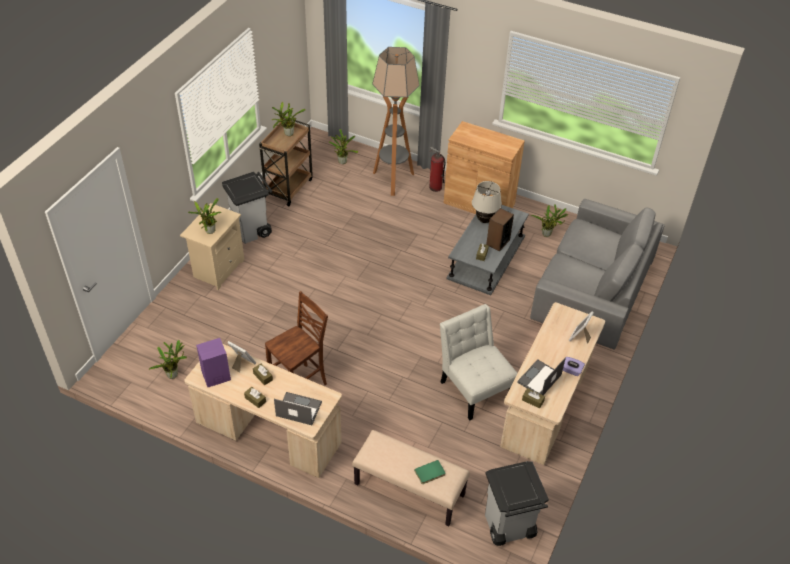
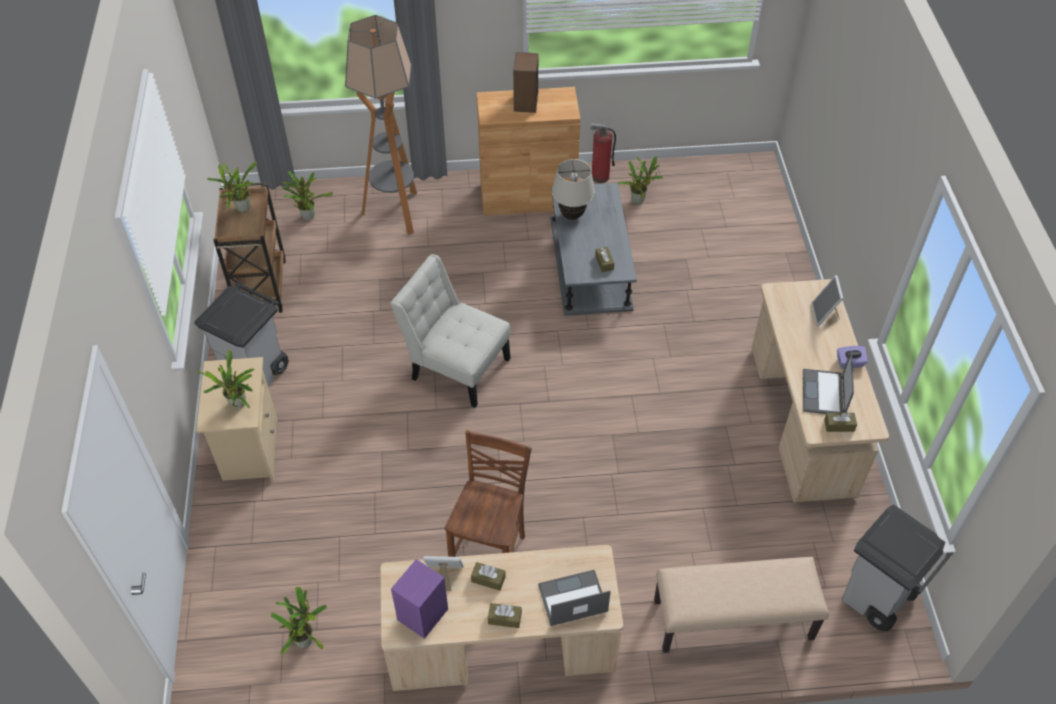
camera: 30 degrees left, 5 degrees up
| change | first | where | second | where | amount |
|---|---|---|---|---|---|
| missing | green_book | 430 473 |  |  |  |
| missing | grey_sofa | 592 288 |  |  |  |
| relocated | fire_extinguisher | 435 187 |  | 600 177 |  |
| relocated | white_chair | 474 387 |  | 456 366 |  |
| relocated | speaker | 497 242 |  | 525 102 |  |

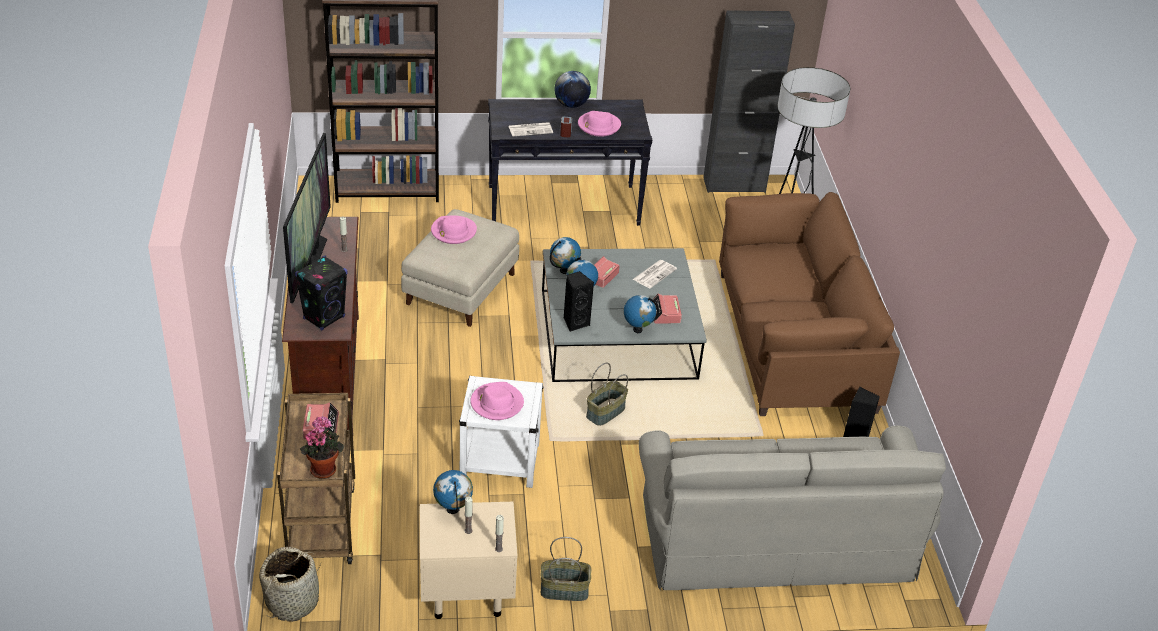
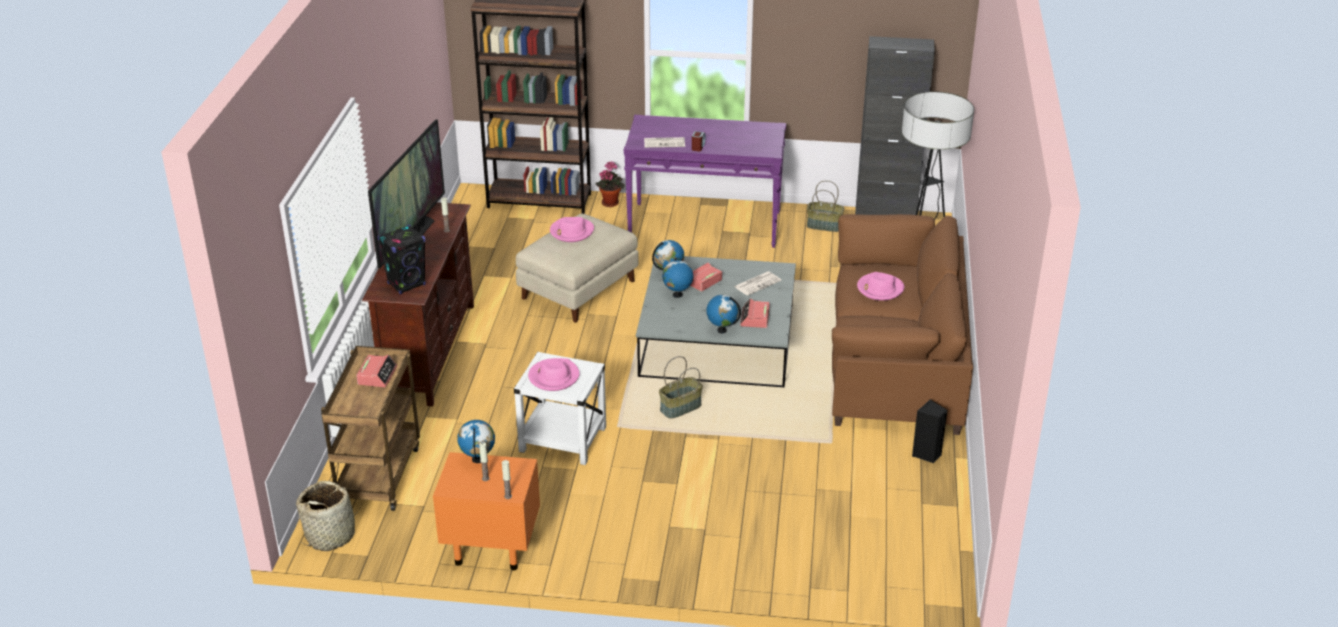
camera: 15 degrees right, 5 degrees down
| change | first | where | second | where | amount |
|---|---|---|---|---|---|
| missing | globe | 571 105 |  |  |  |
| missing | black_speaker | 575 322 |  |  |  |
| missing | grey_sofa | 776 537 |  |  |  |
| relocated | potted_plant | 323 468 |  | 610 202 |  |
| relocated | basket | 565 589 |  | 824 225 |  |
| relocated | pink_hat | 598 126 |  | 879 289 |  |
| colour | beige_nightstand | 465 593 | orange_nightstand | 490 547 |  |
| colour | black_console_table | 564 205 | purple_console_table | 705 225 |  |

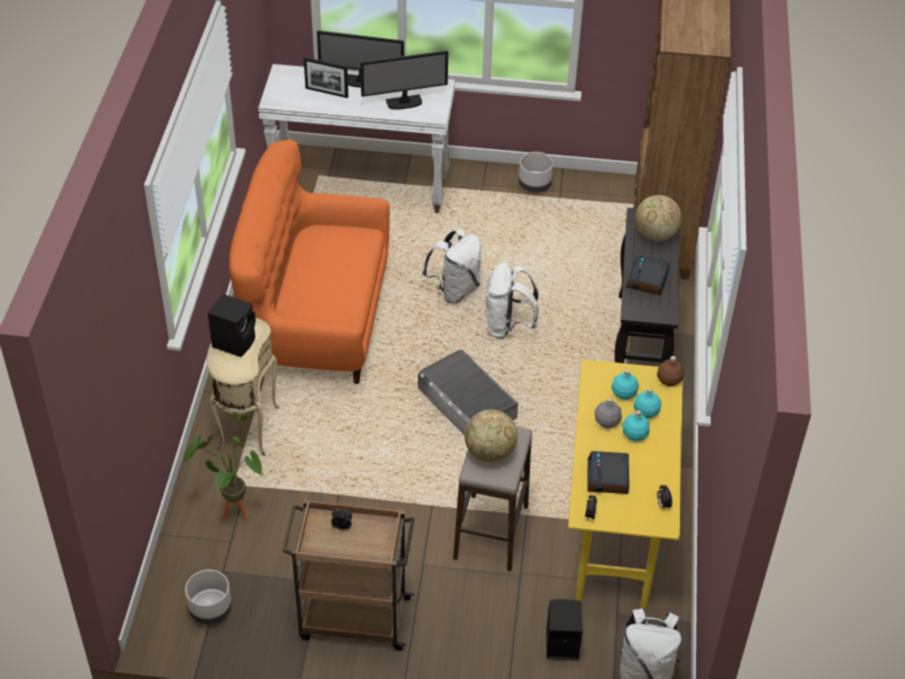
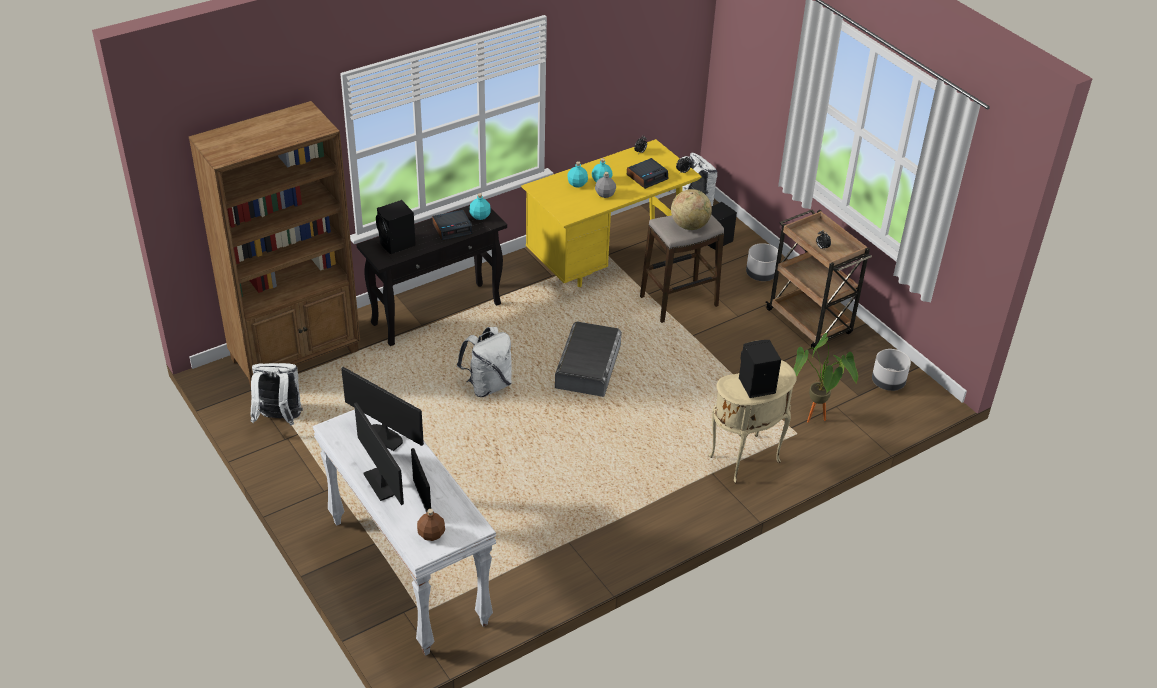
camera: 130 degrees left, 5 degrees down
| change | first | where | second | where | amount |
|---|---|---|---|---|---|
| missing | orange_sofa | 315 319 |  |  |  |
| relocated | white_backpack | 455 290 |  | 279 419 |  |
| relocated | grey_planter | 534 186 |  | 761 275 |  |
| relocated | turquoise_bottle | 624 393 |  | 480 216 |  |
| relocated | brown_bottle | 668 380 |  | 431 534 |  |
| exchanged | globe | 655 235 | black_speaker | 397 244 |  |

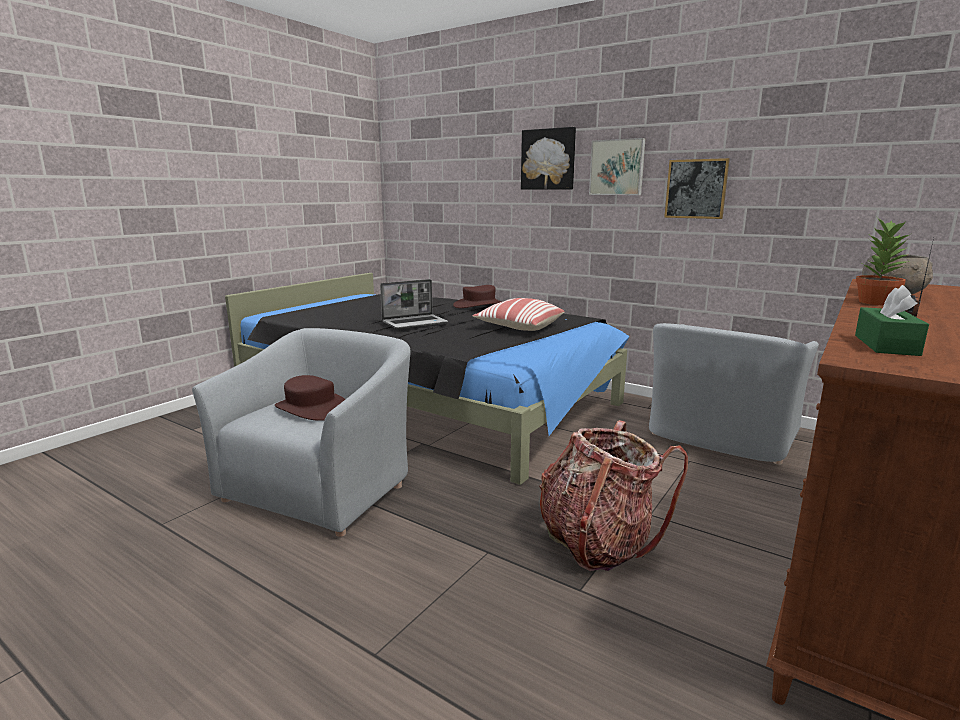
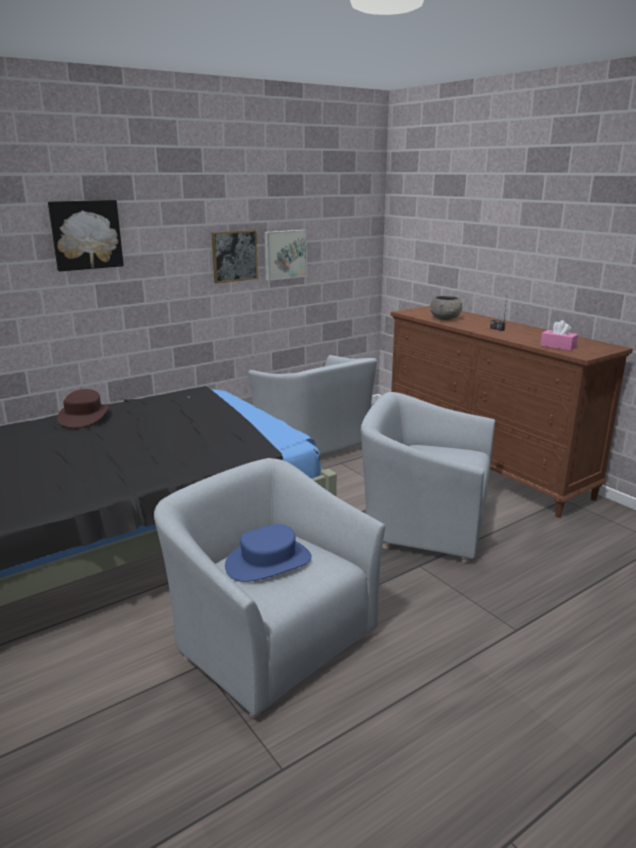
camera: 70 degrees left, 5 degrees up
| change | first | where | second | where | amount |
|---|---|---|---|---|---|
| missing | laptop | 415 323 |  |  |  |
| missing | pillow | 519 327 |  |  |  |
| missing | potted_plant | 875 302 |  |  |  |
| relocated | picture | 617 167 |  | 284 254 |  |
| exchanged | backpack | 598 542 | grey_armchair | 424 523 |  |
| colour | brown_hat | 311 408 | blue_hat | 268 562 |  |
| colour | green_tissue_box | 886 345 | pink_tissue_box | 558 346 |  |

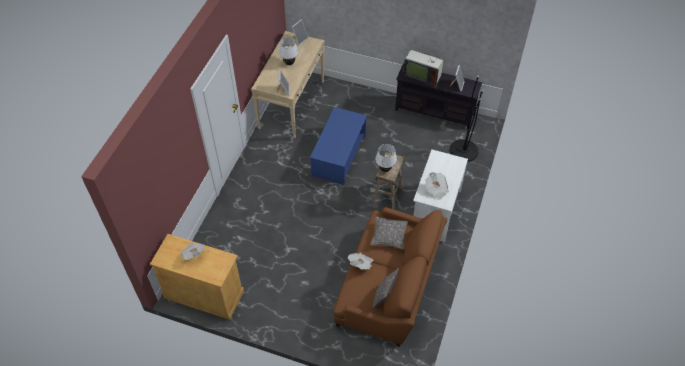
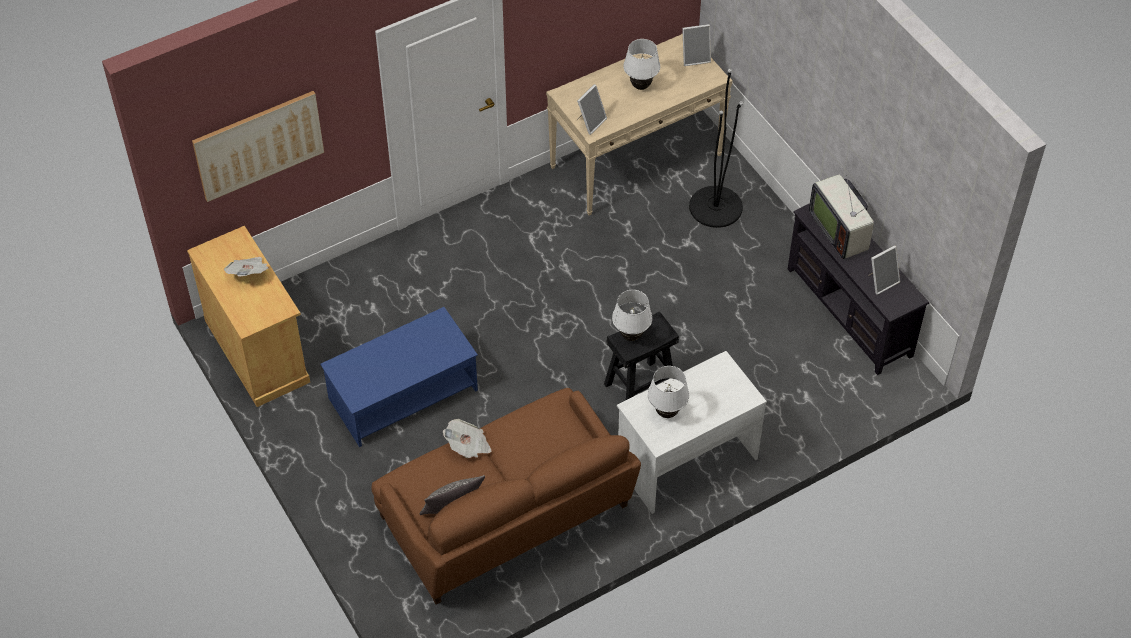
camera: 40 degrees right, 0 degrees up
| change | first | where | second | where | amount |
|---|---|---|---|---|---|
| missing | pillow | 389 236 |  |  |  |
| appeared |  |  | picture | 259 145 |  |
| relocated | blue_coffee_table | 339 156 |  | 402 394 |  |
| relocated | black_floor_lamp | 463 150 |  | 715 207 |  |
| exchanged | newspaper | 436 189 | white_table_lamp | 667 413 |  |
| colour | beige_stool | 387 194 | black_stool | 640 387 |  |

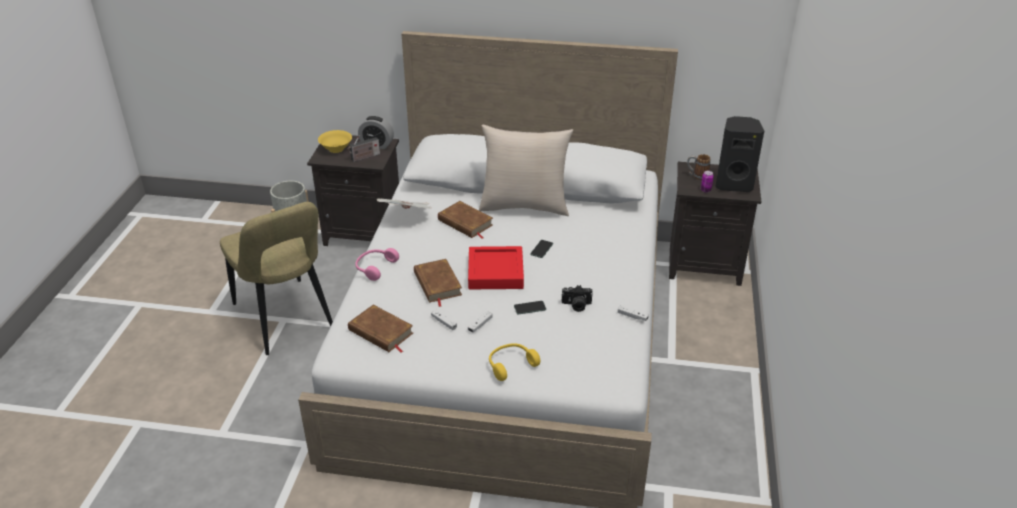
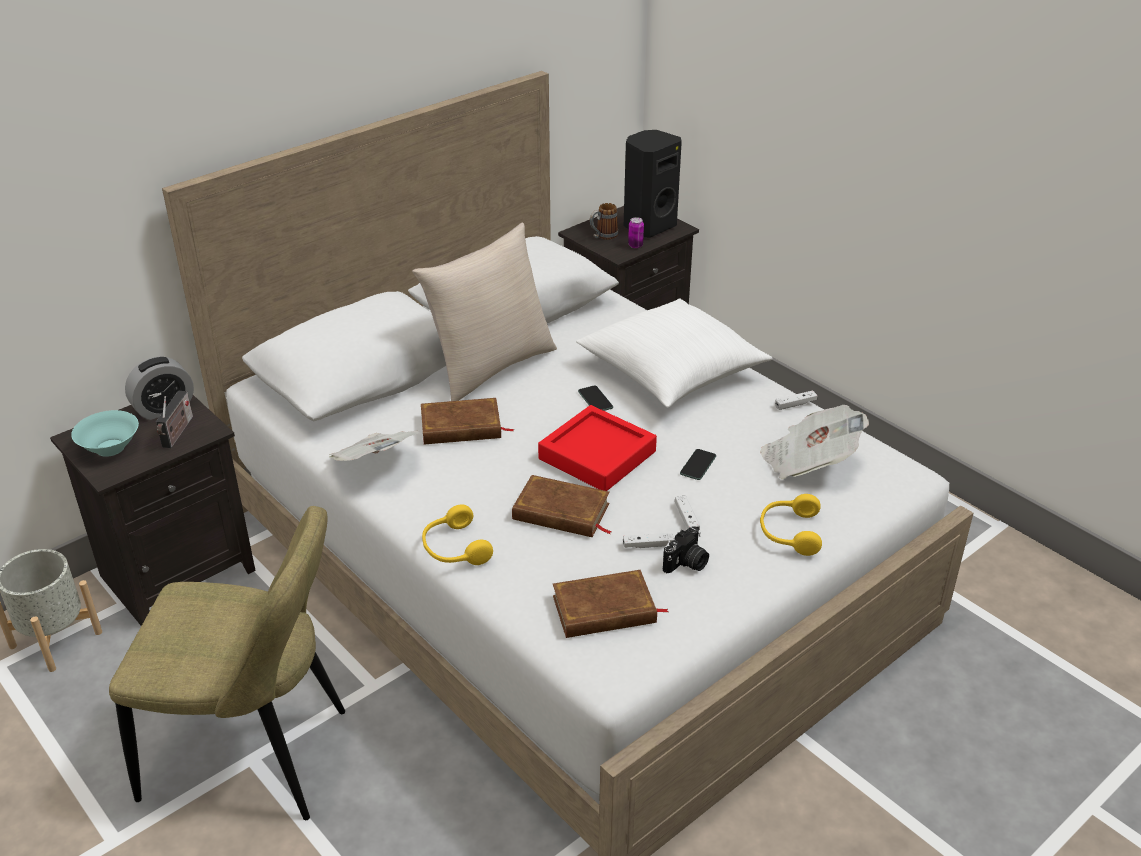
camera: 50 degrees left, 0 degrees up
| change | first | where | second | where | amount |
|---|---|---|---|---|---|
| appeared |  |  | white_pillow | 672 372 |  |
| appeared |  |  | newspaper | 809 462 |  |
| relocated | photo_camera | 576 305 |  | 686 563 |  |
| colour | yellow_bowl | 336 149 | turquoise_bowl | 109 448 |  |
| colour | pink_headphones | 375 267 | yellow_headphones | 454 548 |  |

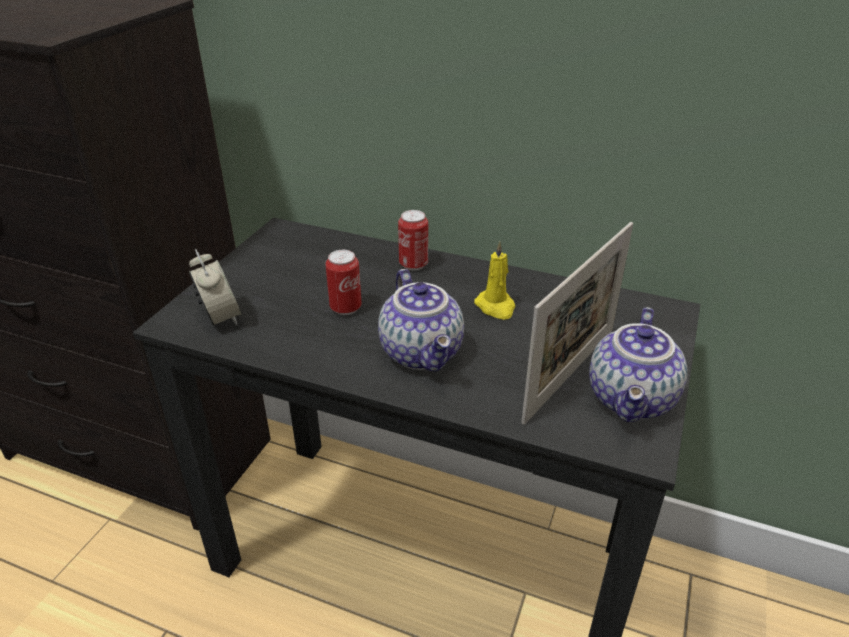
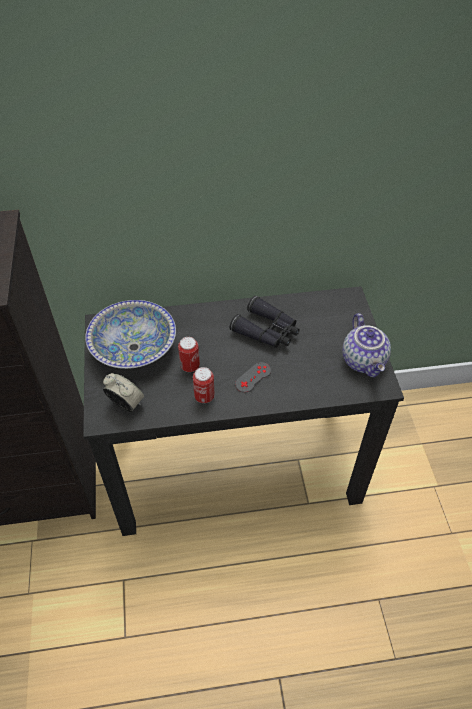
camera: 30 degrees left, 15 degrees up
| change | first | where | second | where | amount |
|---|---|---|---|---|---|
| missing | picture_frame | 570 373 |  |  |  |
| appeared |  |  | bowl | 134 348 |  |
| relocated | can | 413 264 |  | 204 396 |  |
| exchanged | teapot | 423 353 | grey_game_controller | 253 377 |  |
| exchanged | yellow_candle | 496 307 | black_binoculars | 267 331 |  |

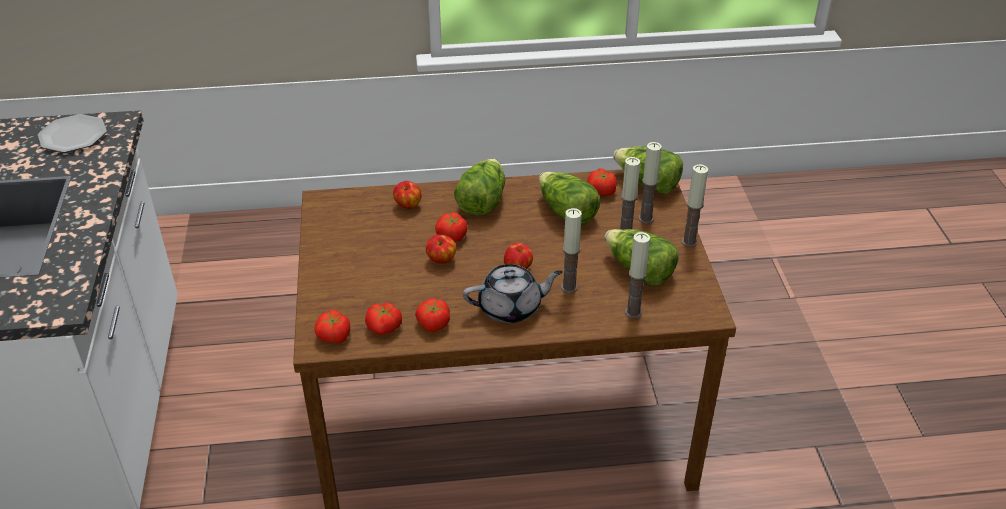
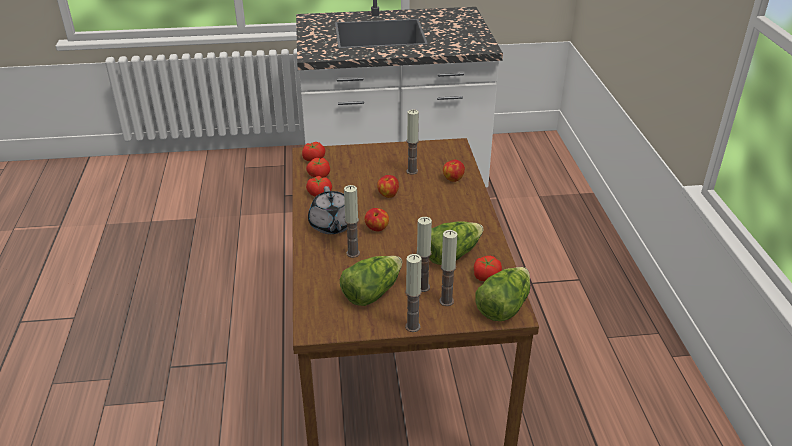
camera: 90 degrees right, 5 degrees down
| change | first | where | second | where | amount |
|---|---|---|---|---|---|
| missing | plate | 73 136 |  |  |  |
| missing | tomato | 451 236 |  |  |  |
| missing | lettuce | 481 201 |  |  |  |
| relocated | candle | 633 312 |  | 412 171 |  |

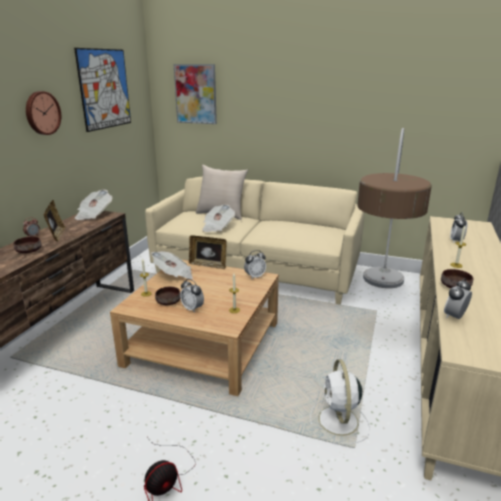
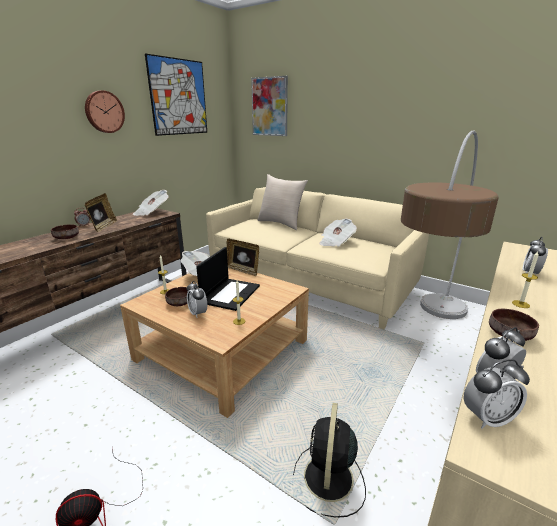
camera: 15 degrees right, 0 degrees up
| change | first | where | second | where | amount |
|---|---|---|---|---|---|
| appeared |  |  | laptop | 230 293 |  |
| relocated | newspaper | 217 227 |  | 336 242 |  |
| relocated | alarm_clock | 255 276 |  | 487 418 |  |
| colour | white_fan | 338 422 | black_fan | 328 480 |  |

